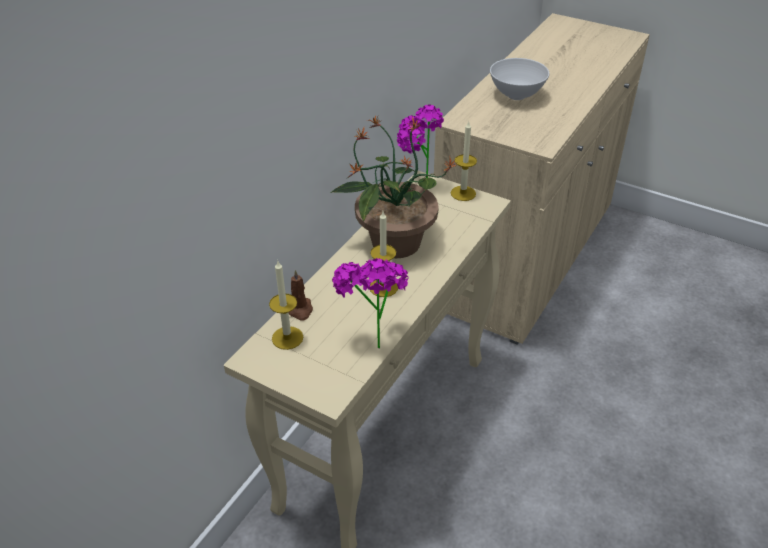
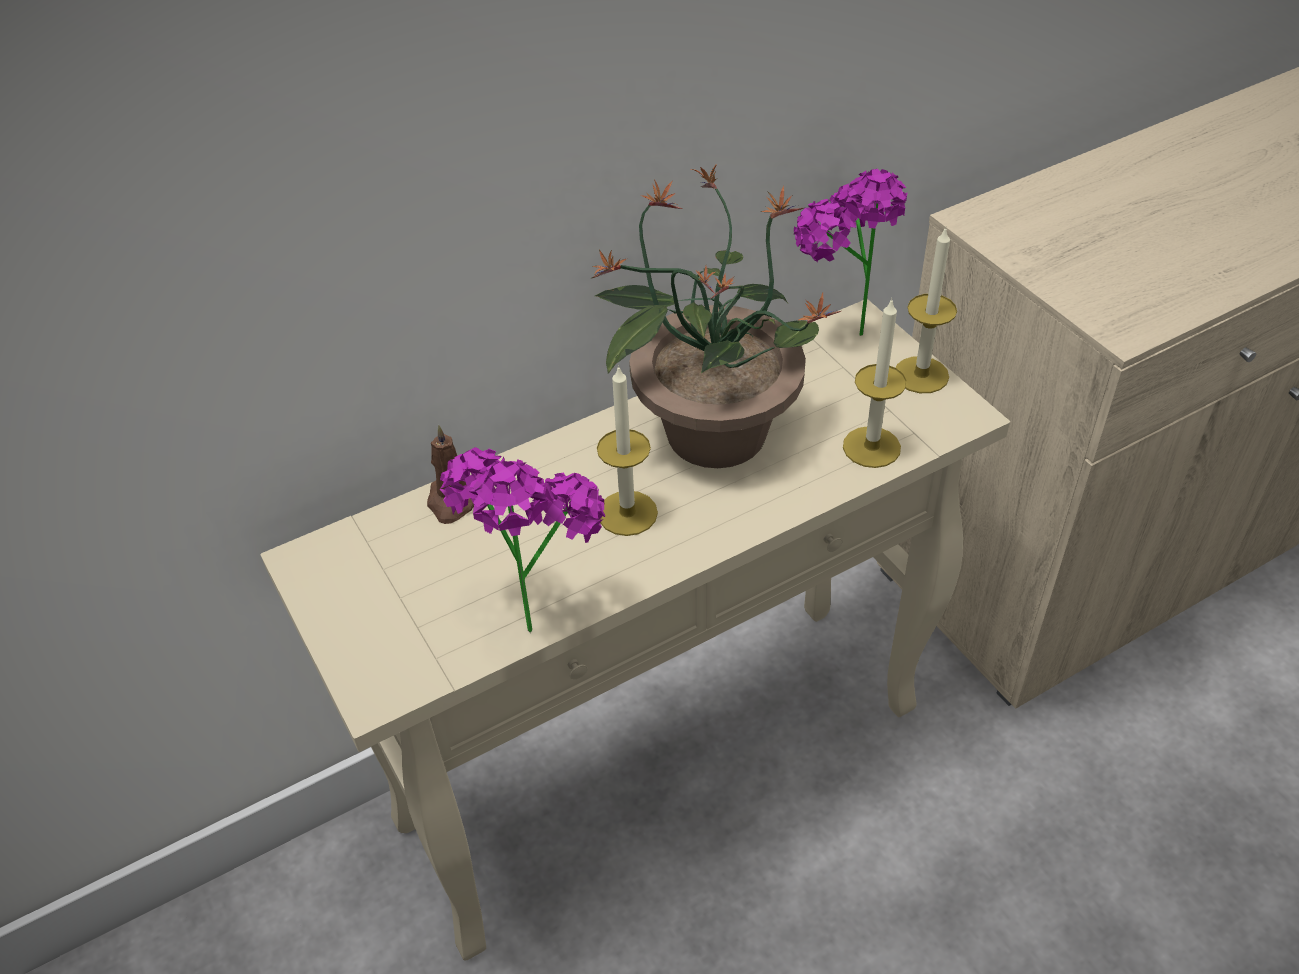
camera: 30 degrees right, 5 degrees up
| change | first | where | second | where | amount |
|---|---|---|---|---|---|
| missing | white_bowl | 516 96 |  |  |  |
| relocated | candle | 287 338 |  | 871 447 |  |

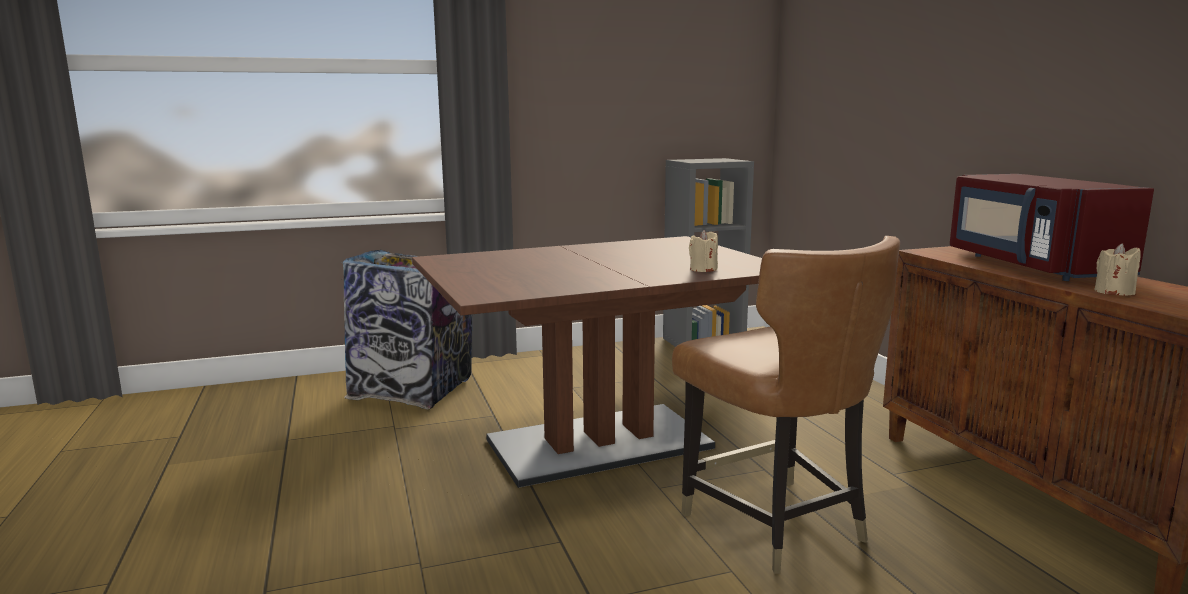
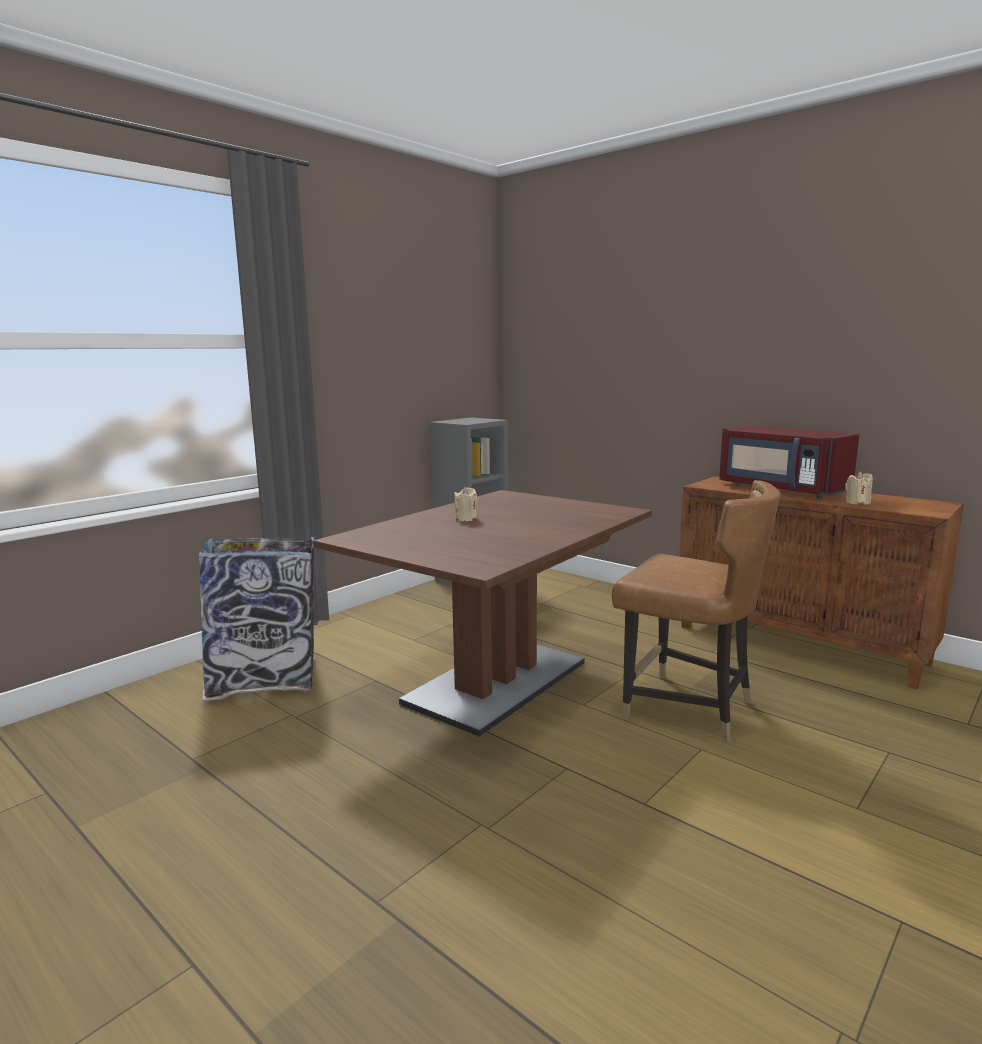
camera: 30 degrees left, 0 degrees up
| change | first | where | second | where | amount |
|---|---|---|---|---|---|
| relocated | beige_candle | 703 269 |  | 466 519 |  |

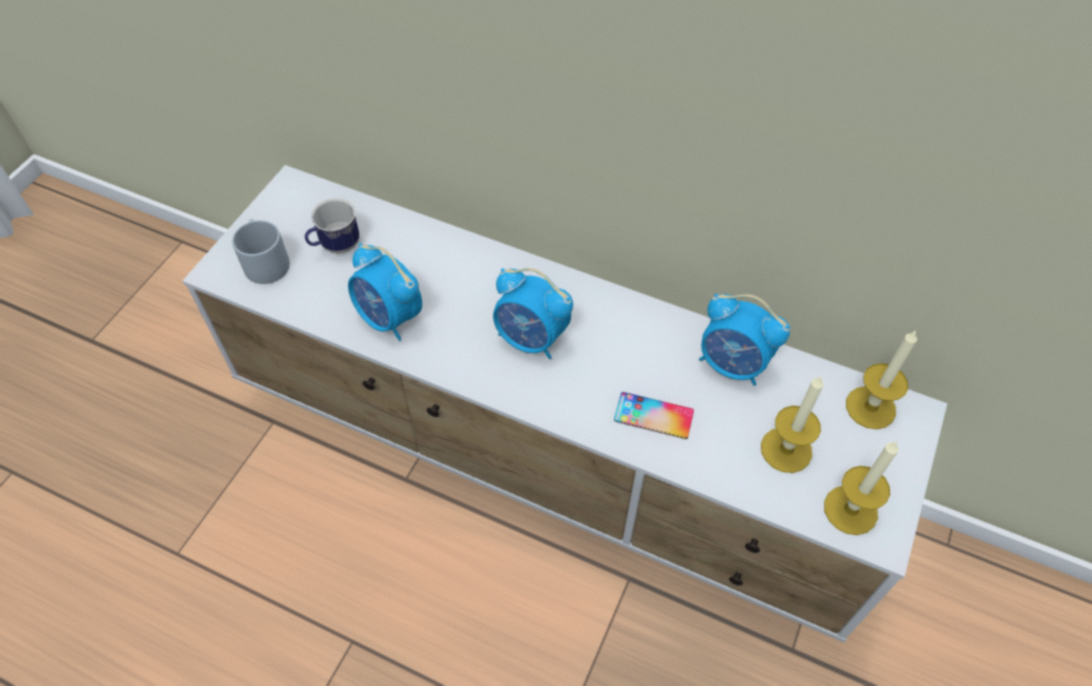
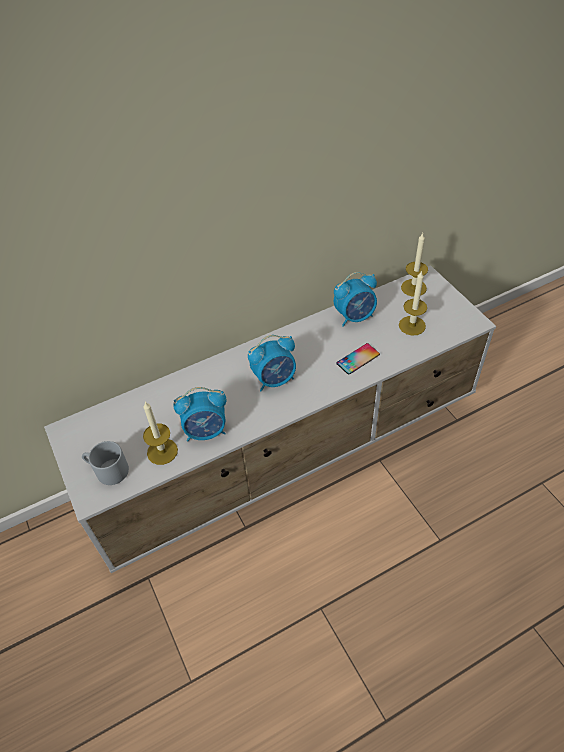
camera: 50 degrees left, 5 degrees down
| change | first | where | second | where | amount |
|---|---|---|---|---|---|
| missing | mug | 335 247 |  |  |  |
| relocated | candle | 850 510 |  | 162 451 |  |

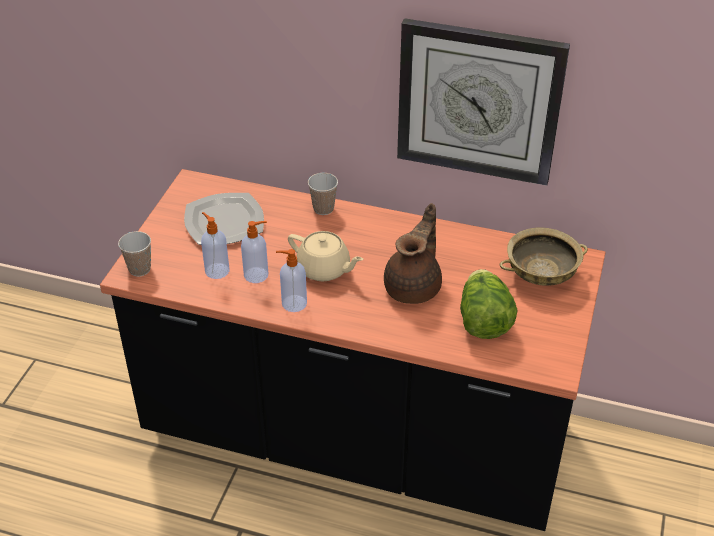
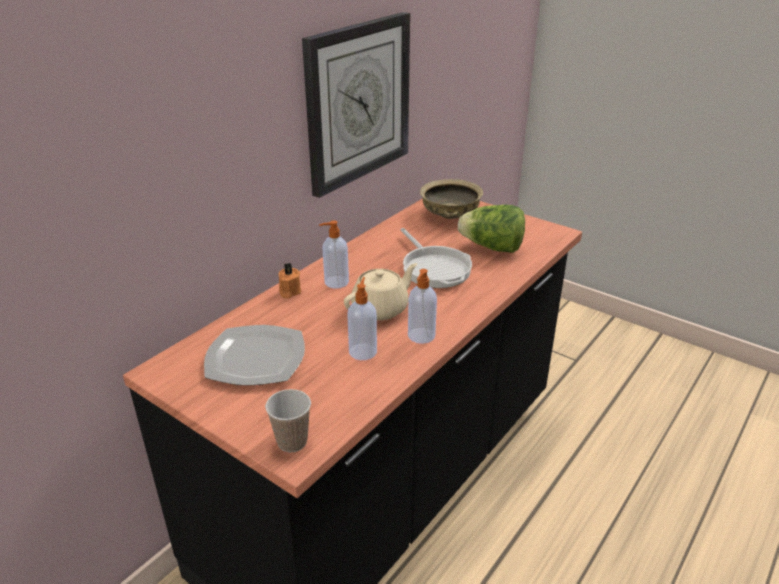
camera: 70 degrees left, 10 degrees down
| change | first | where | second | where | amount |
|---|---|---|---|---|---|
| relocated | soap_dispenser | 216 270 |  | 335 282 |  |
| exchanged | cup | 323 209 | orange_candle | 289 292 |  |
| exchanged | brown_teapot | 414 287 | frying_pan | 434 268 |  |

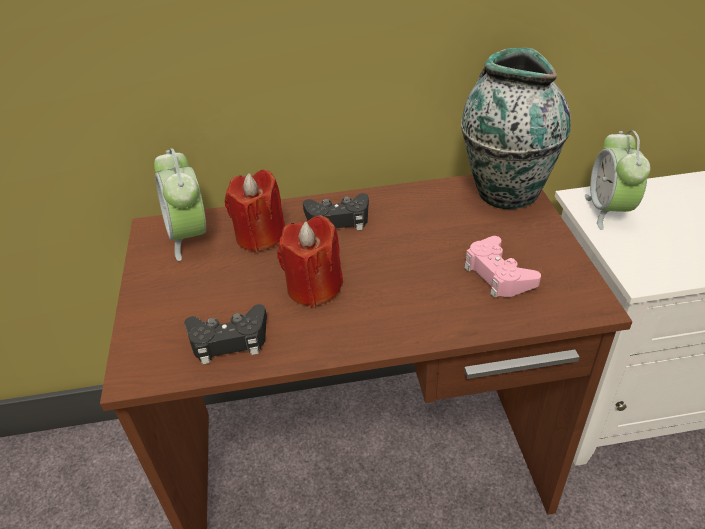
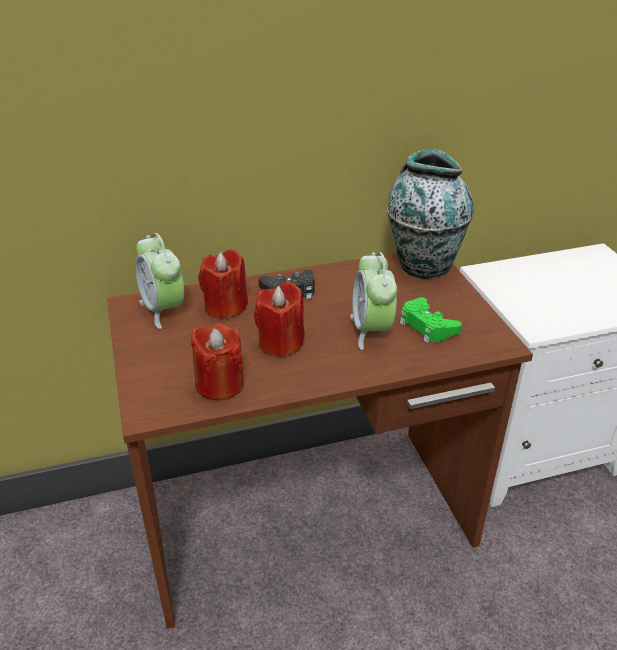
camera: 10 degrees left, 5 degrees down
| change | first | where | second | where | amount |
|---|---|---|---|---|---|
| relocated | alarm_clock | 608 211 |  | 371 330 |  |
| exchanged | black_game_controller | 229 340 | red_candle | 219 384 |  |
| colour | pink_game_controller | 498 274 | green_game_controller | 427 326 |  |

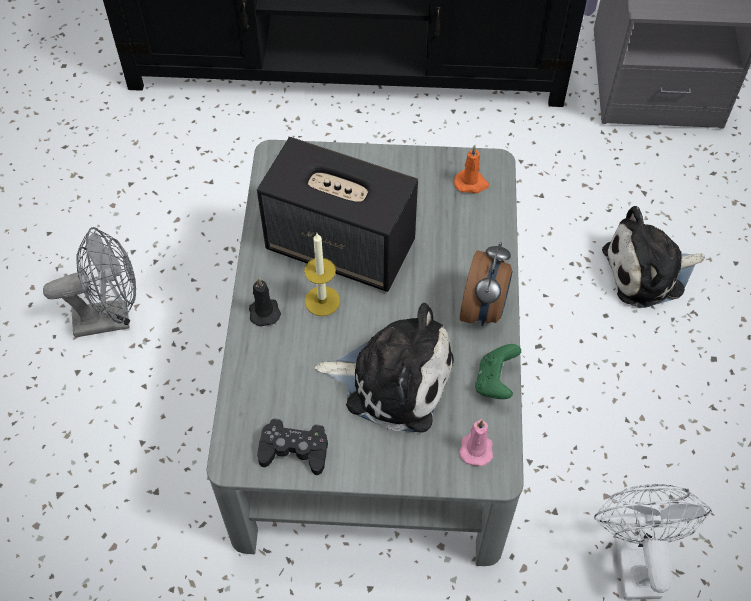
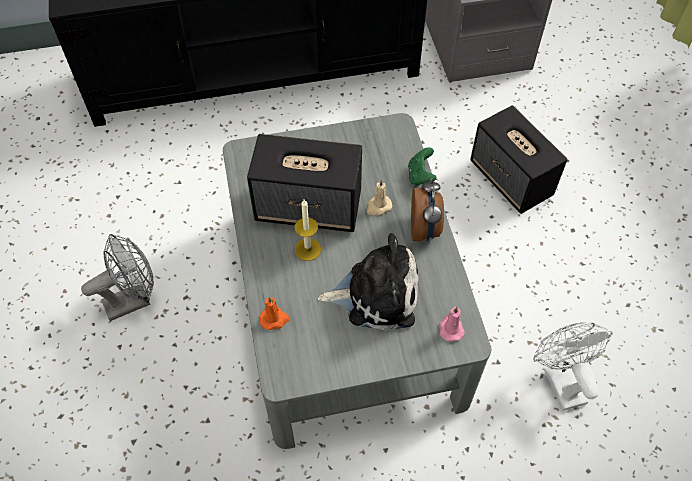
camera: 15 degrees left, 0 degrees up
| change | first | where | second | where | amount |
|---|---|---|---|---|---|
| missing | black_candle | 264 311 |  |  |  |
| missing | black_game_controller | 294 450 |  |  |  |
| appeared |  |  | beige_candle | 378 207 |  |
| relocated | orange_candle | 471 183 |  | 274 319 |  |
| relocated | green_game_controller | 495 381 |  | 420 176 |  |
| exchanged | plush_toy | 648 271 | speaker | 511 179 |  |

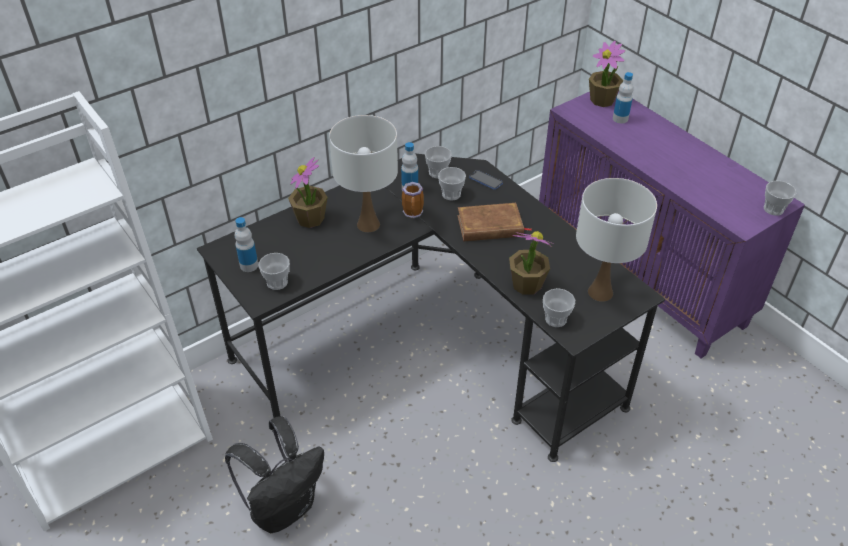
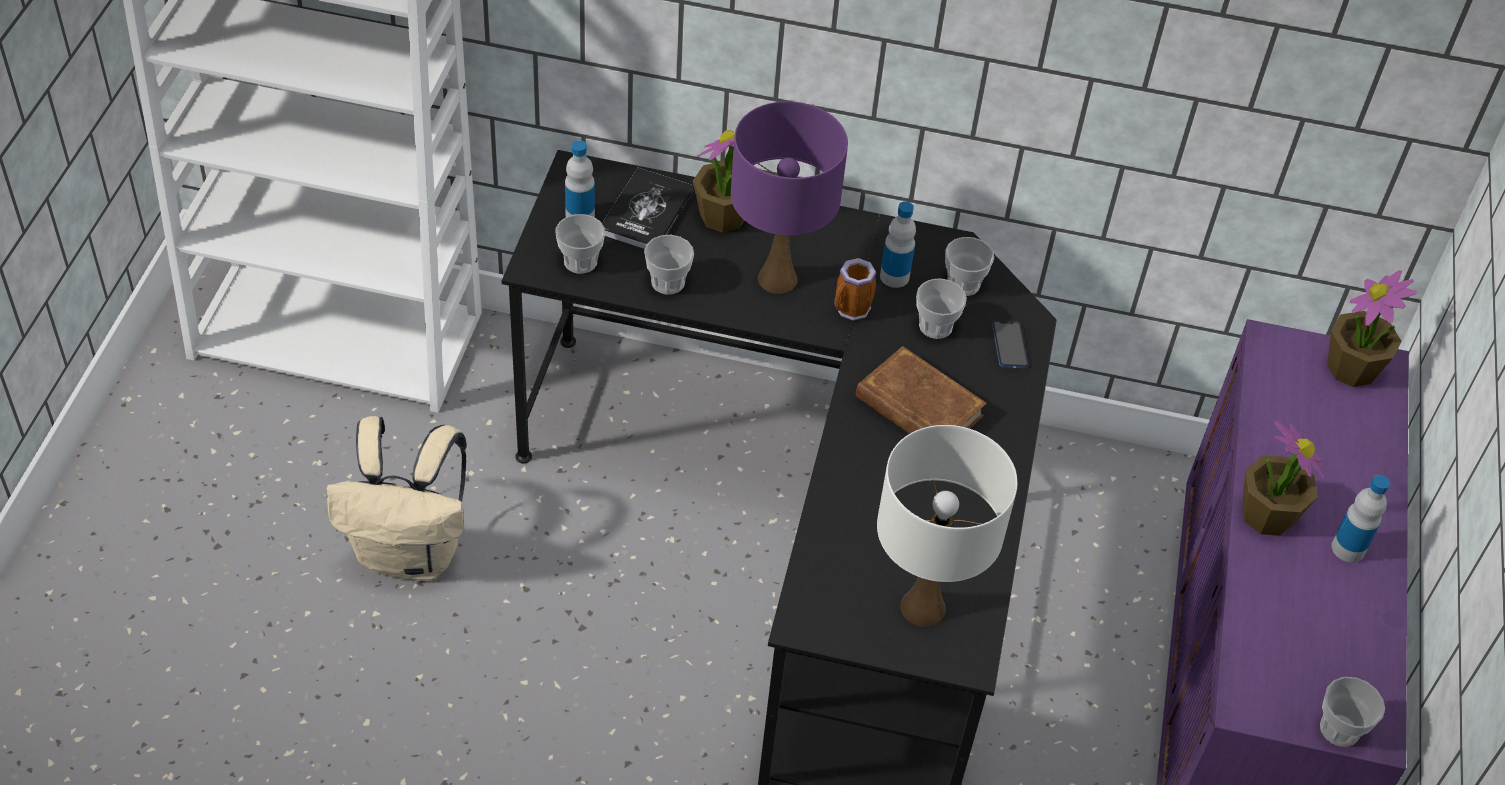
camera: 45 degrees right, 5 degrees up
| change | first | where | second | where | amount |
|---|---|---|---|---|---|
| appeared |  |  | book | 646 212 |  |
| relocated | potted_plant | 526 284 |  | 1267 515 |  |
| relocated | cup | 555 319 |  | 668 282 |  |
| relocated | bottle | 620 119 |  | 1348 548 |  |
| colour | black_backpack | 284 507 | beige_backpack | 411 553 |  |
| colour | white_table_lamp | 368 224 | purple_table_lamp | 778 279 |  |

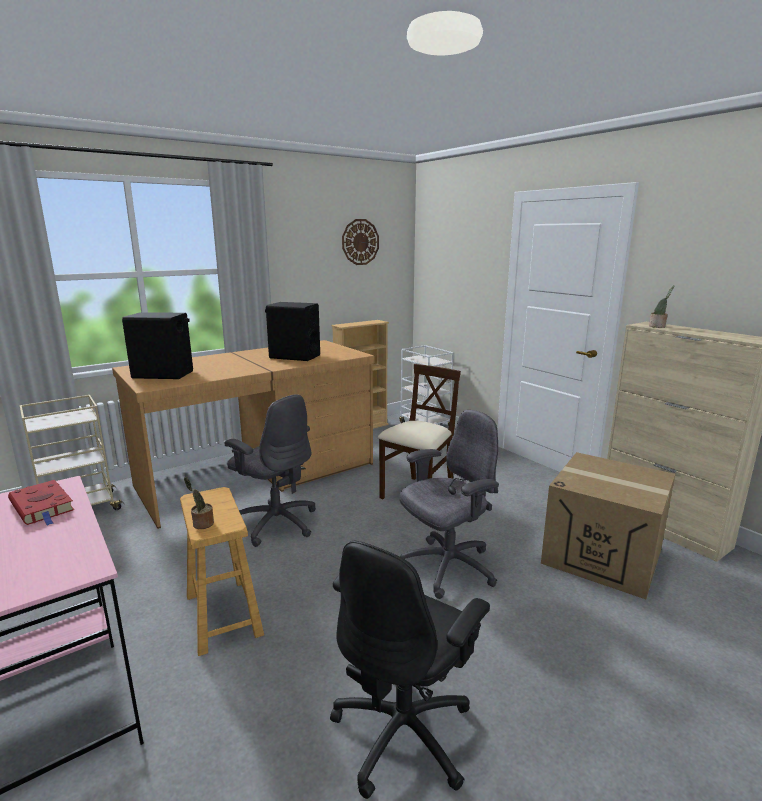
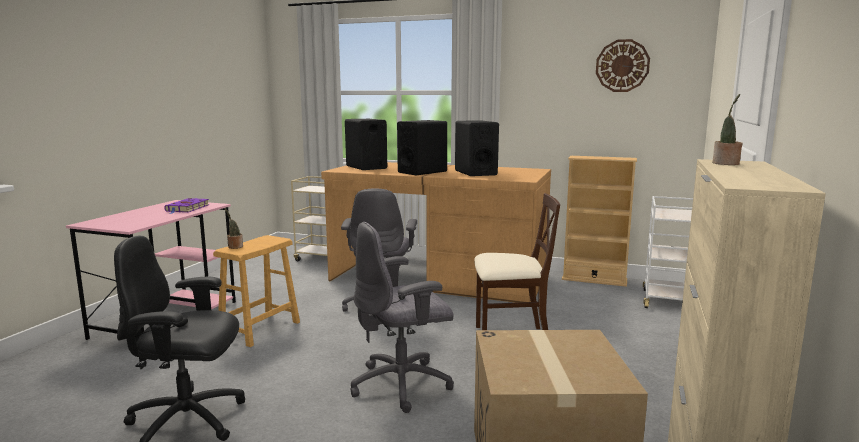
camera: 55 degrees right, 5 degrees down
| change | first | where | second | where | amount |
|---|---|---|---|---|---|
| appeared |  |  | black_speaker | 422 172 |  |
| colour | red_book | 43 507 | purple_book | 187 208 |  |
| spun | grey_office_chair | 447 568 |  | 403 385 | 135 degrees clockwise |

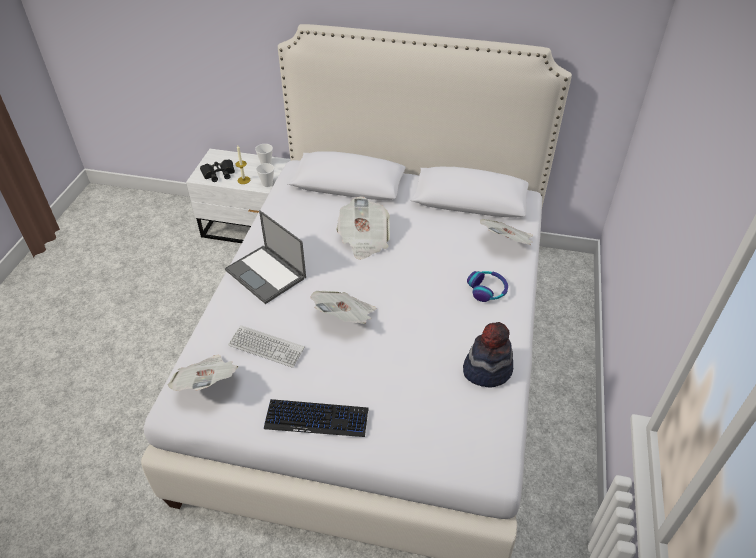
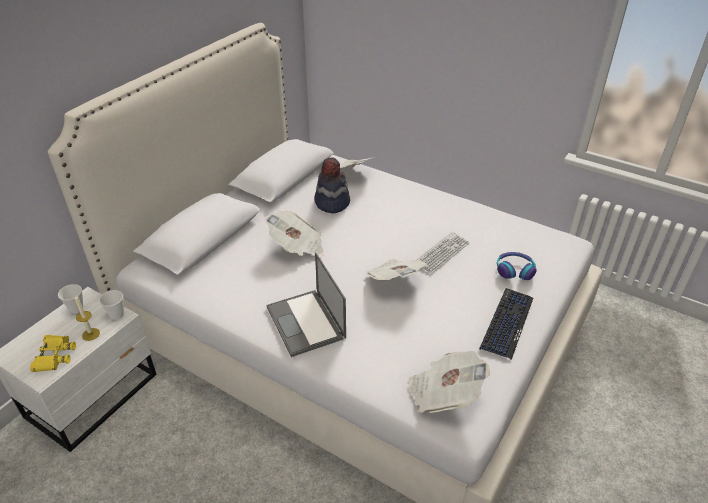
camera: 70 degrees left, 5 degrees down
| change | first | where | second | where | amount |
|---|---|---|---|---|---|
| relocated | keyboard | 266 347 |  | 442 253 |  |
| relocated | hat | 487 369 |  | 332 202 |  |
| relocated | headphones | 487 290 |  | 515 270 |  |
| colour | black_binoculars | 219 173 | yellow_binoculars | 55 356 |  |
| spun | laptop | 266 274 |  | 306 323 | 90 degrees clockwise |

